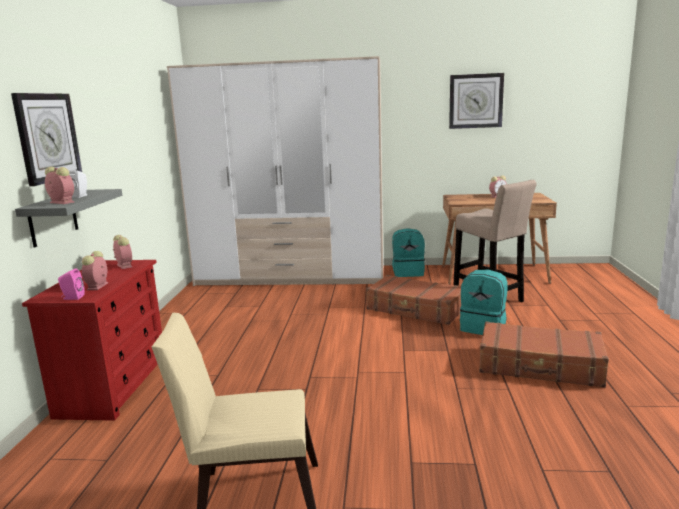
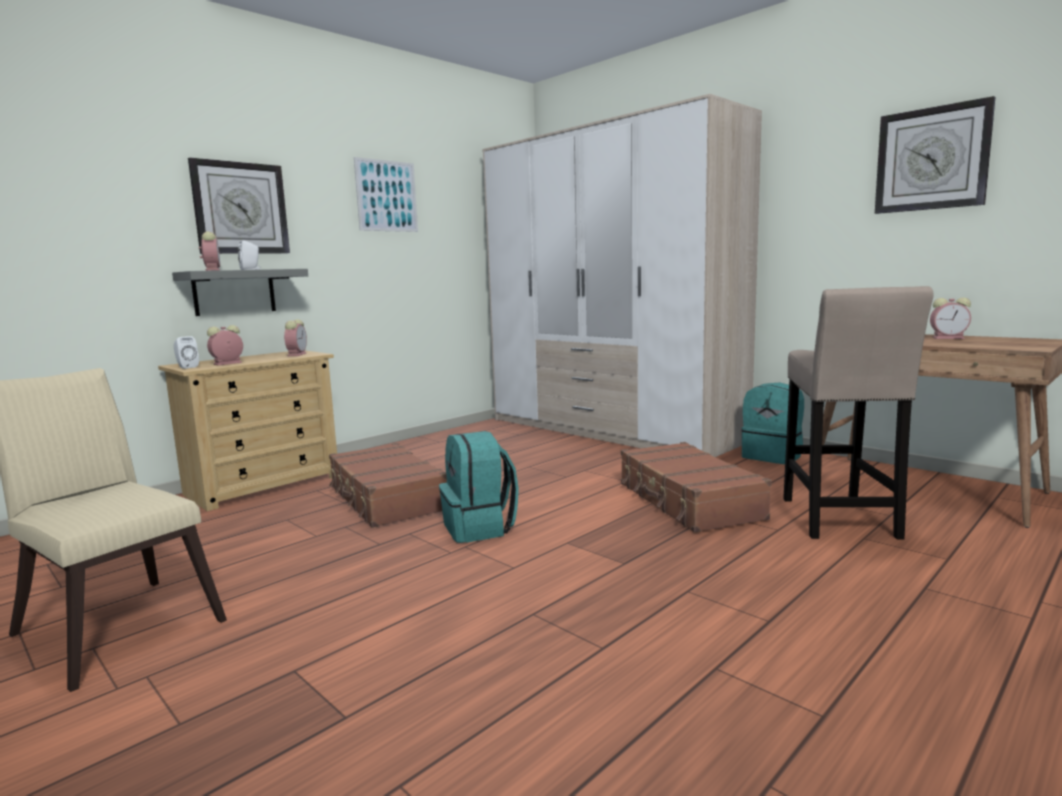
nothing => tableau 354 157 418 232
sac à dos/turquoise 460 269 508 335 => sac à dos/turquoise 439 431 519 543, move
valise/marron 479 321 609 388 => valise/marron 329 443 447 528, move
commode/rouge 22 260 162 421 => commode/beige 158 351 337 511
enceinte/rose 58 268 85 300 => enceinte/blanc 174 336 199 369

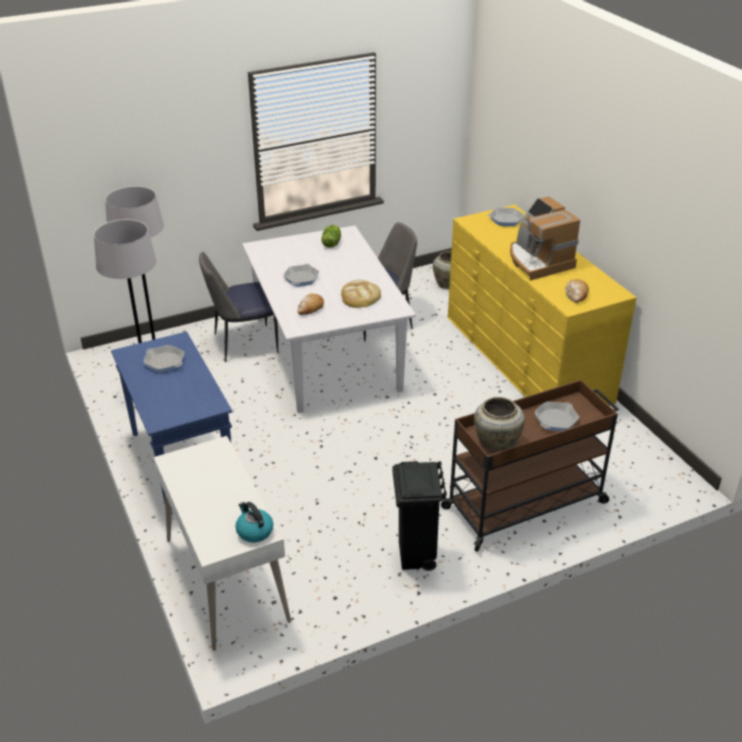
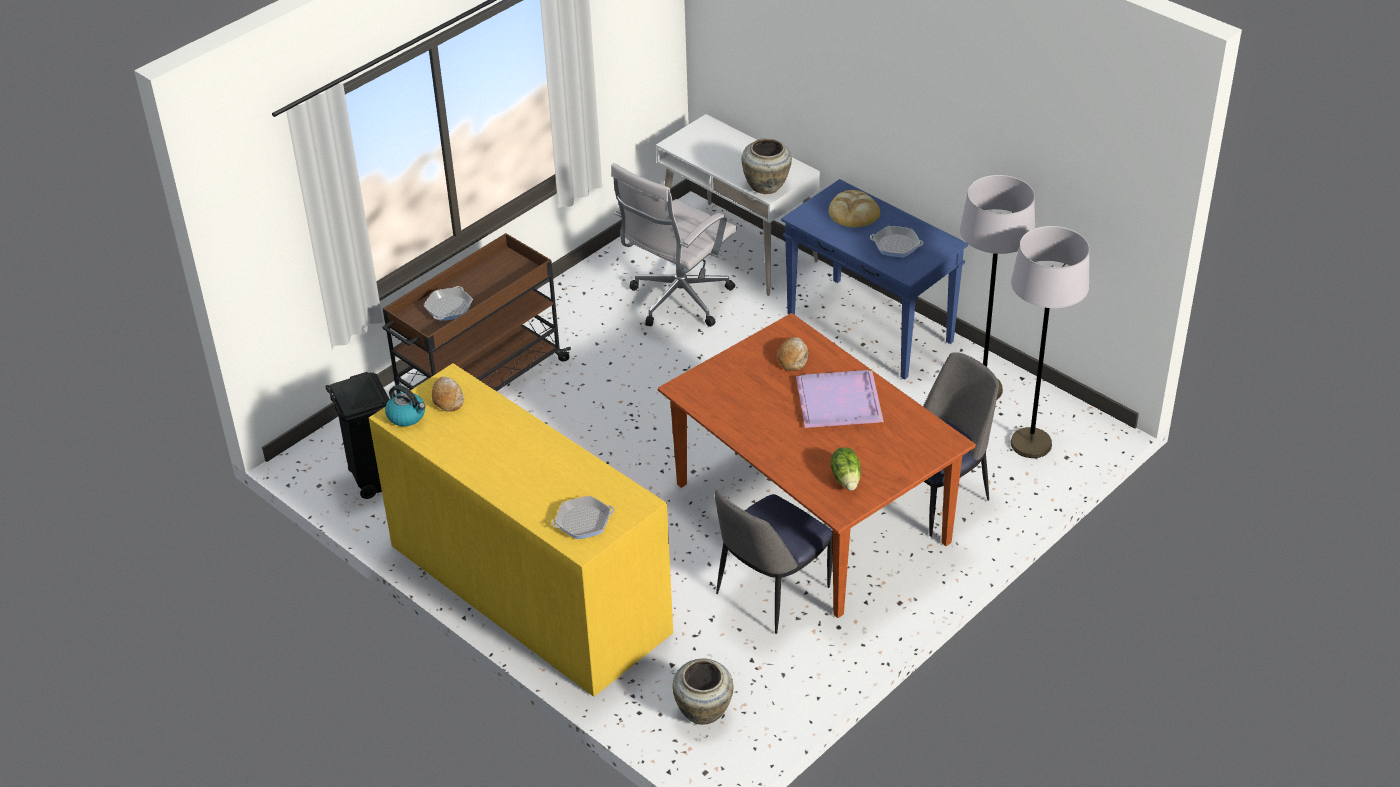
machine à café 510 196 580 280 => nothing
nothing => chaise de bureau/blanc 611 163 737 327
bouilloire 235 502 273 542 => bouilloire 385 385 425 426, move
pain 341 280 381 308 => pain 829 190 880 228, move
poubelle/noir 392 461 447 571 => poubelle/noir 325 372 389 499, move
vase/beige 474 397 525 454 => vase/beige 742 139 792 194, move
poêle 283 264 319 286 => plateau/violet 796 370 884 428
table à manger/blanc 242 226 416 413 => table à manger/marron 658 313 976 618

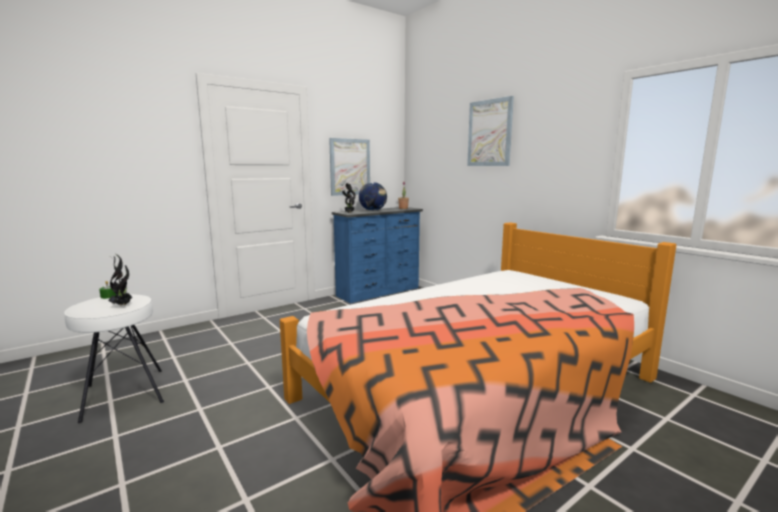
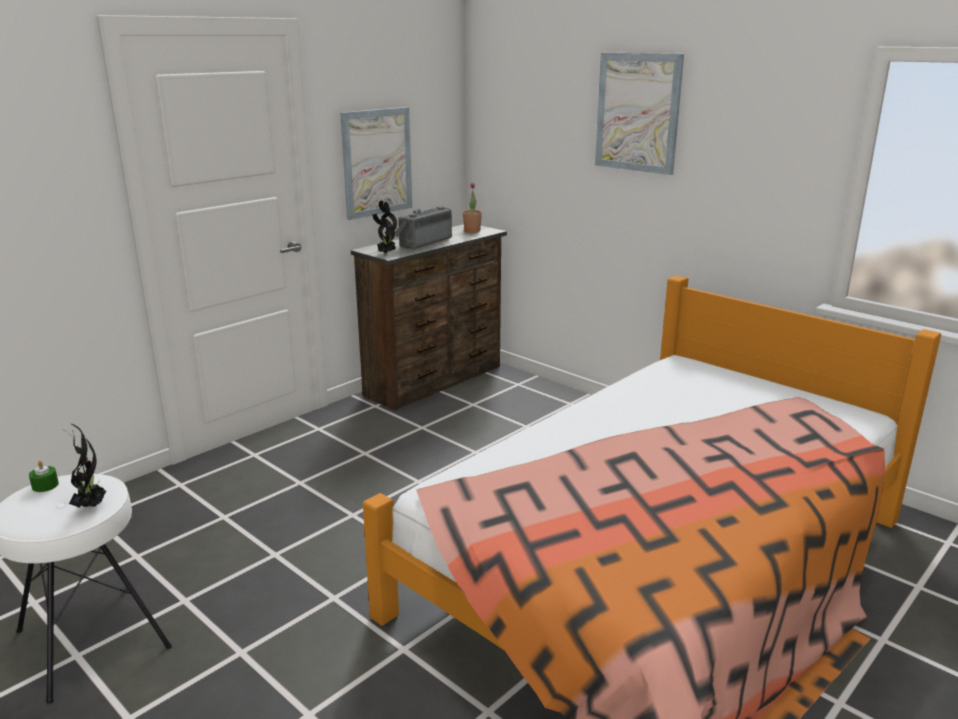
globe 359 182 387 211 => radio 395 206 452 249
commode/bleu 332 207 423 303 => commode/marron 351 224 507 411

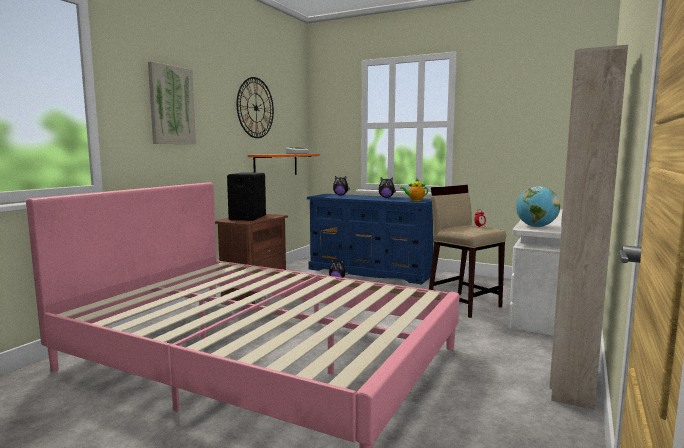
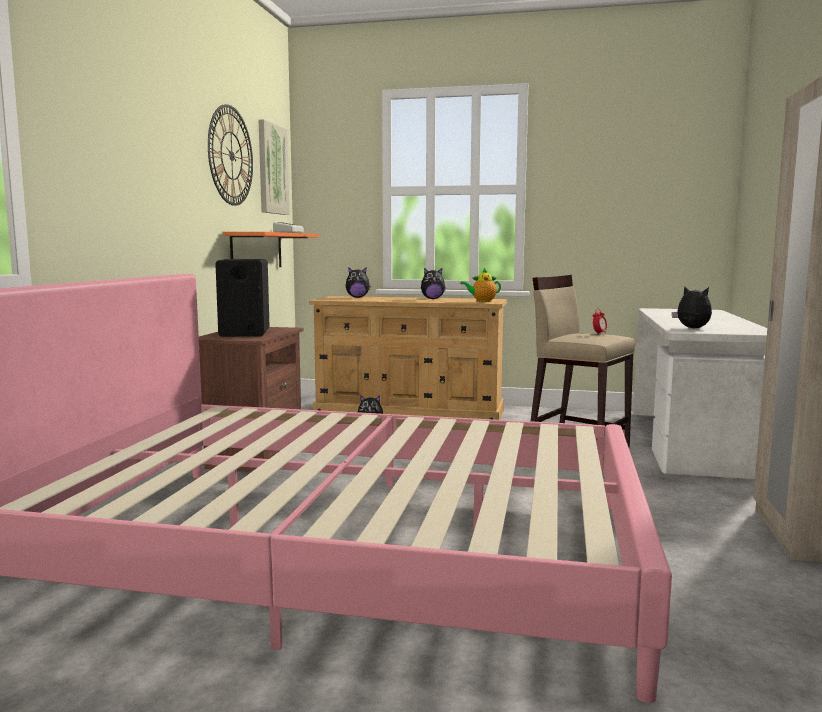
tableau 148 61 196 144 => tableau 258 119 290 215, move
globe 516 186 560 227 => peluche 672 286 712 328
commode/bleu 307 194 433 284 => commode/beige 309 296 507 420

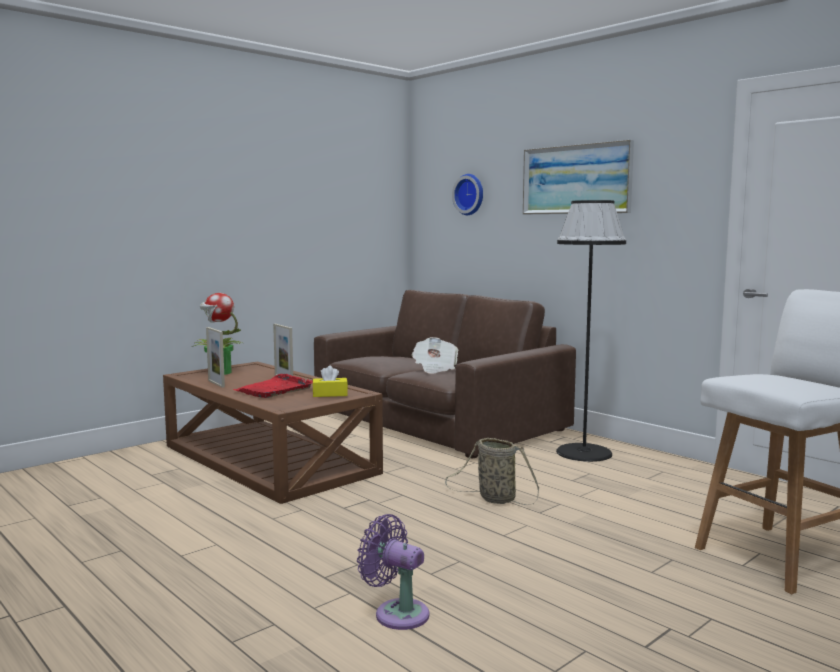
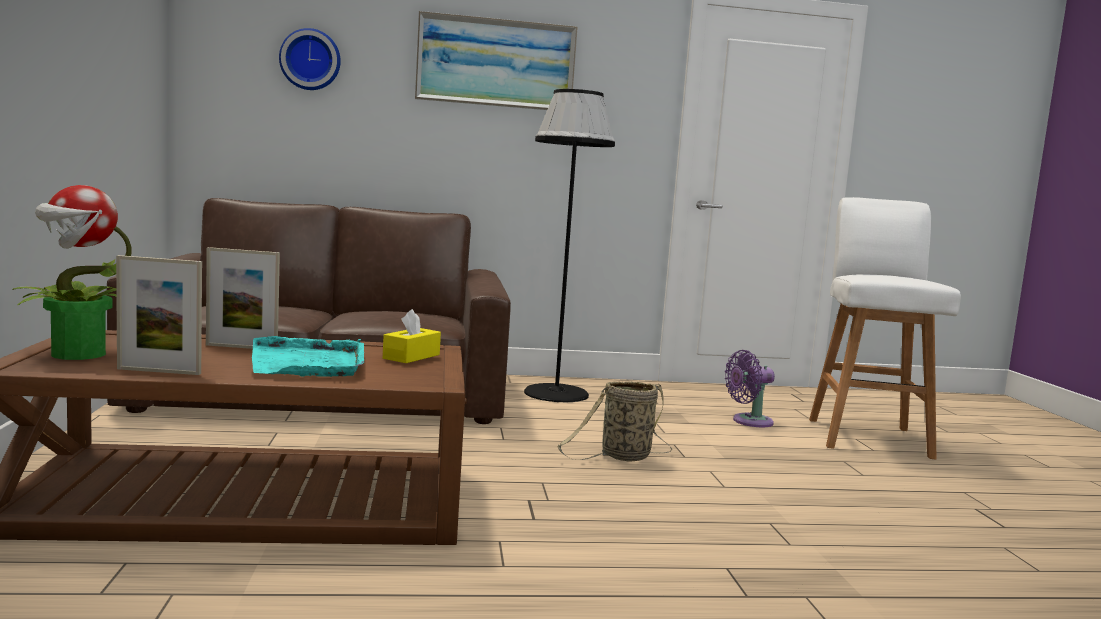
journal 411 337 459 374 => nothing
ventilateur/violet 357 514 429 630 => ventilateur/violet 725 350 775 427, move
plateau/rouge 233 374 313 398 => plateau/turquoise 252 336 364 377

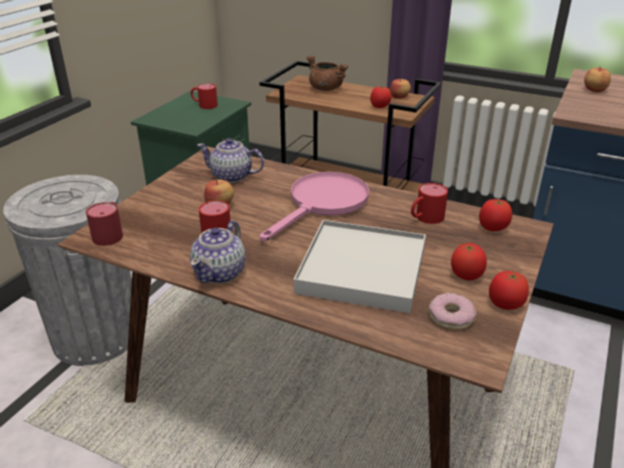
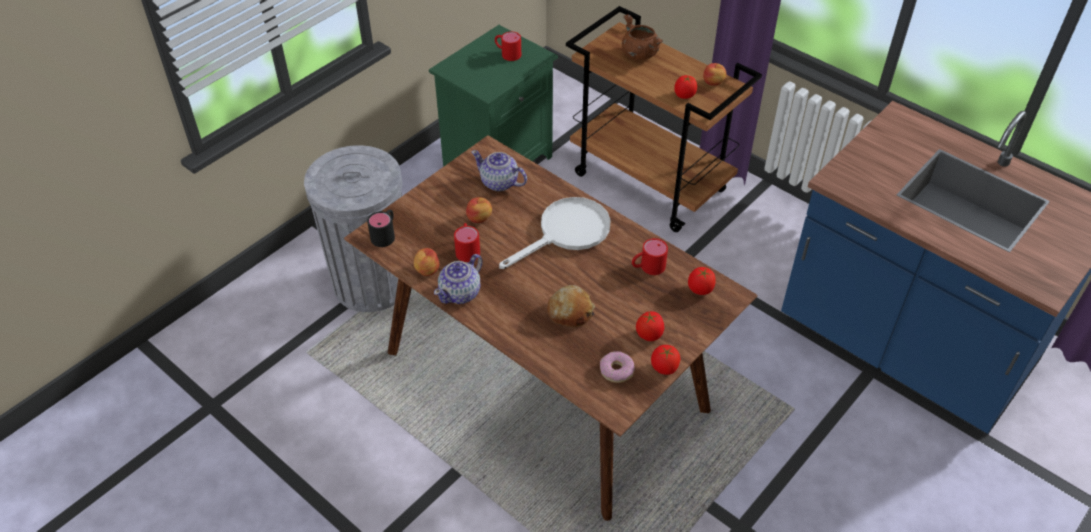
pomme 584 66 611 92 => pomme 414 248 439 276, move
plateau/blanc 294 220 426 313 => pain 547 285 595 327
mug/rouge 86 202 123 246 => mug/noir 367 210 395 247
poêle/rose 260 172 369 241 => poêle/blanc 499 197 611 269

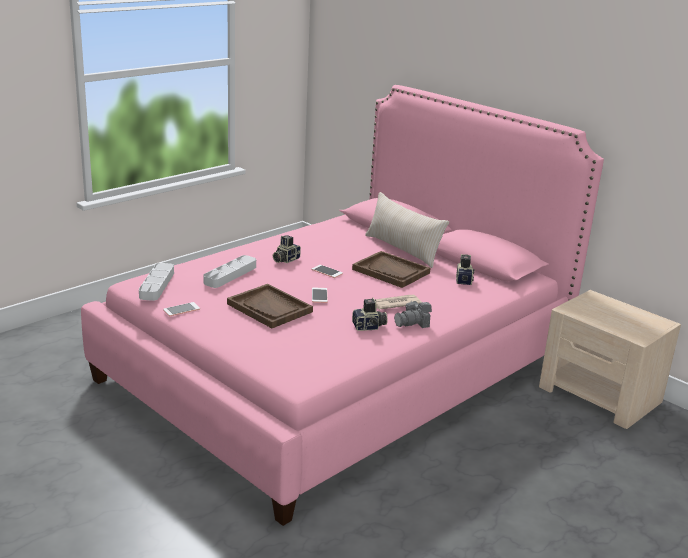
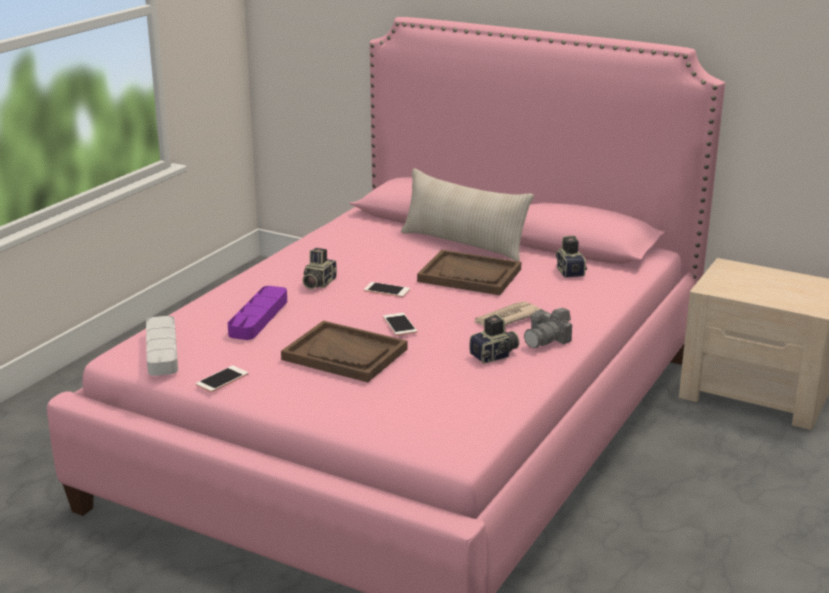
plateau/gris 203 255 256 288 => plateau/violet 228 286 287 340

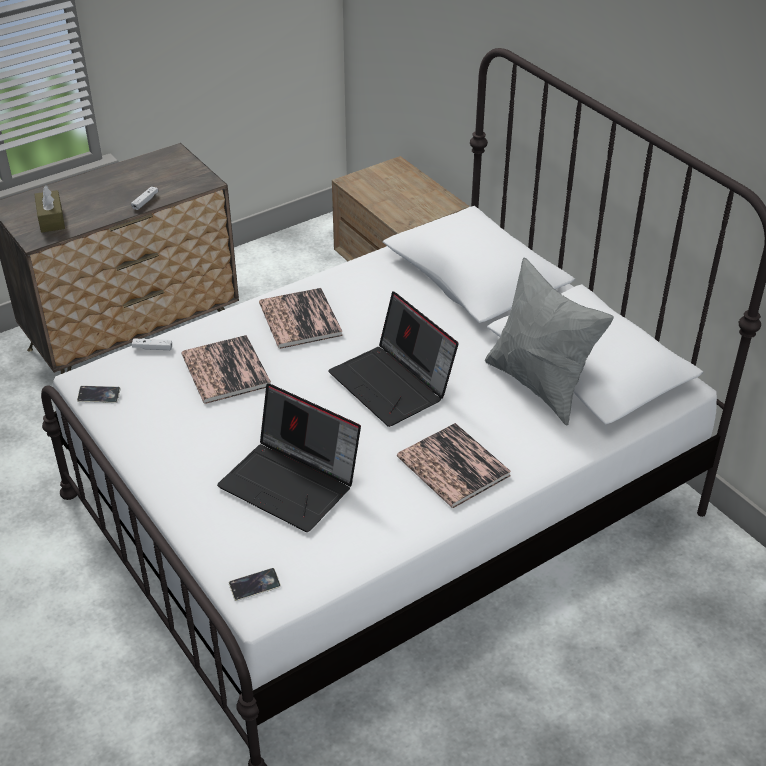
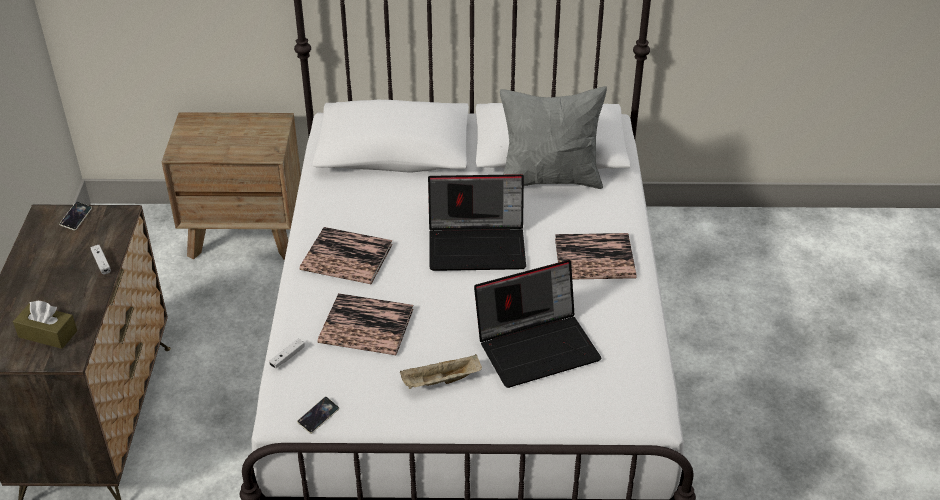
nothing => plateau/beige 400 354 482 389
téléphone 229 568 281 601 => téléphone 59 202 92 230, move

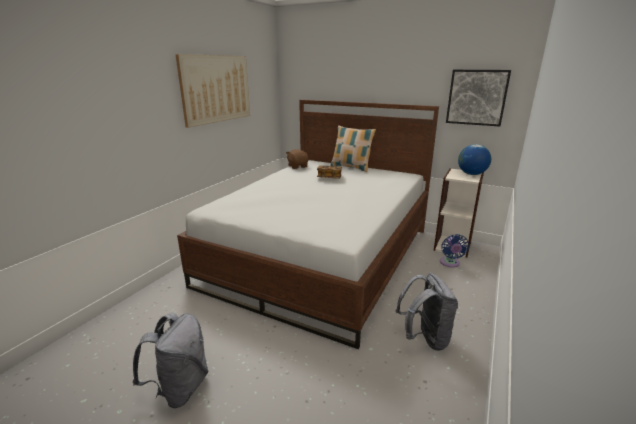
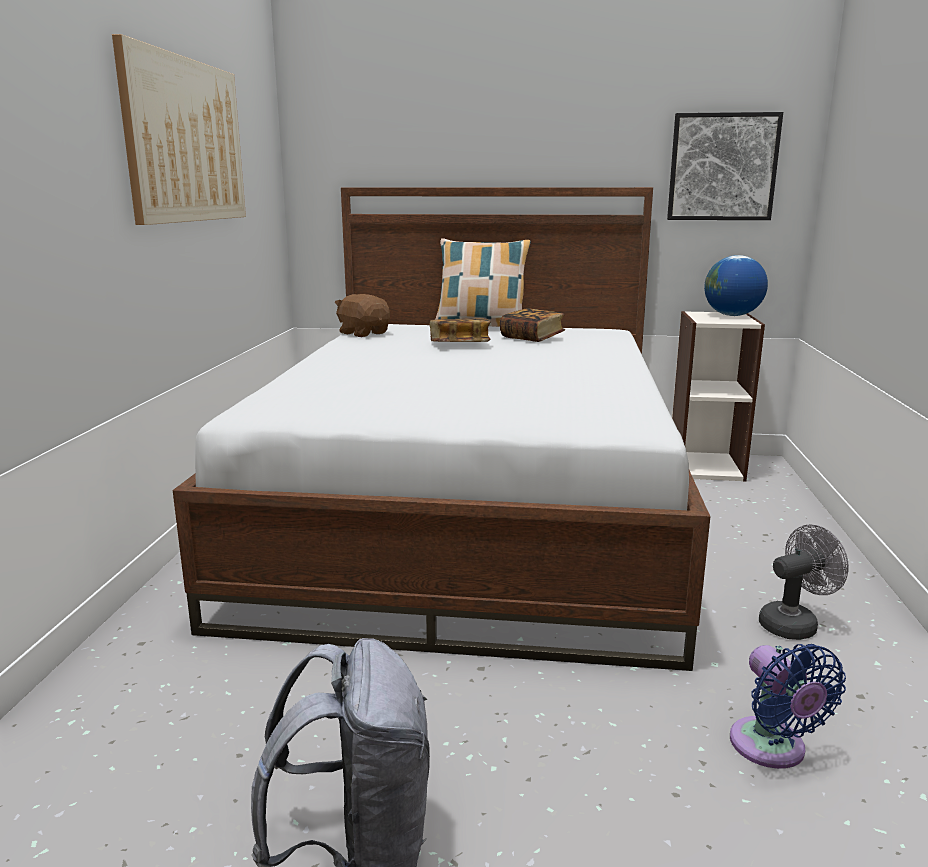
nothing => livre 500 308 565 342
ventilateur/bleu 440 234 469 267 => ventilateur/bleu 730 644 846 769, move
sac à dos/gris 396 273 458 351 => ventilateur/gris 759 525 849 640

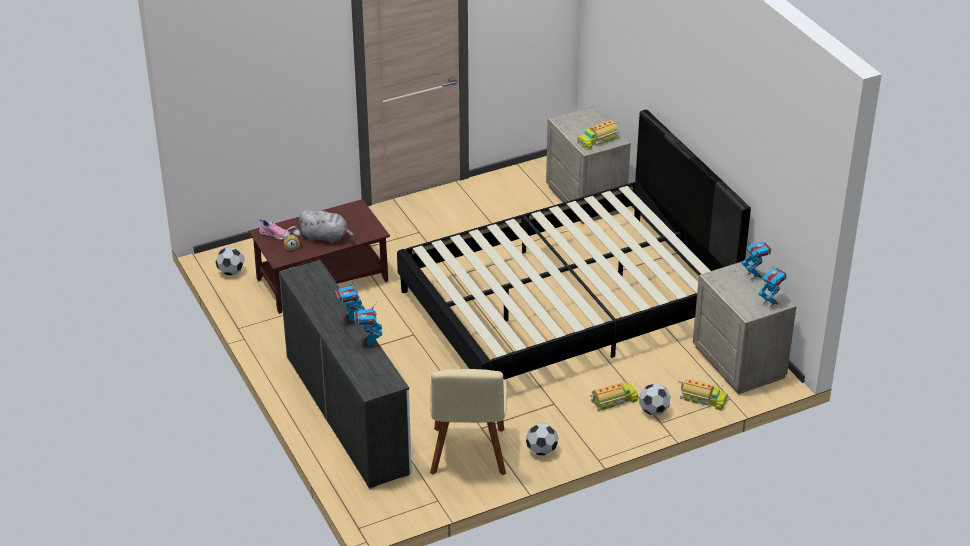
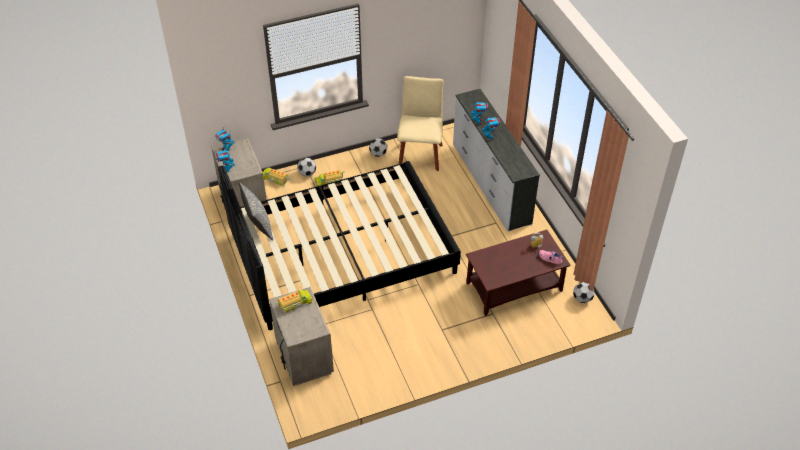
peluche/gris 298 210 354 244 => nothing
nothing => coussin/gris 239 182 273 241

